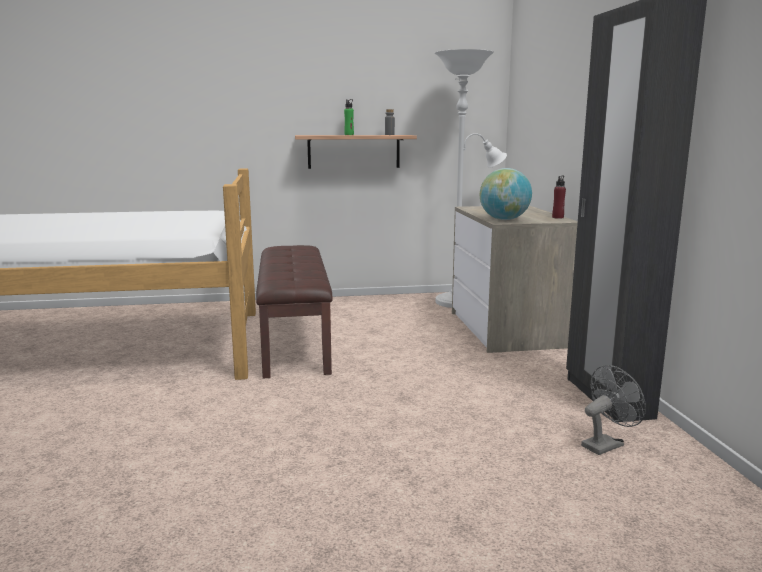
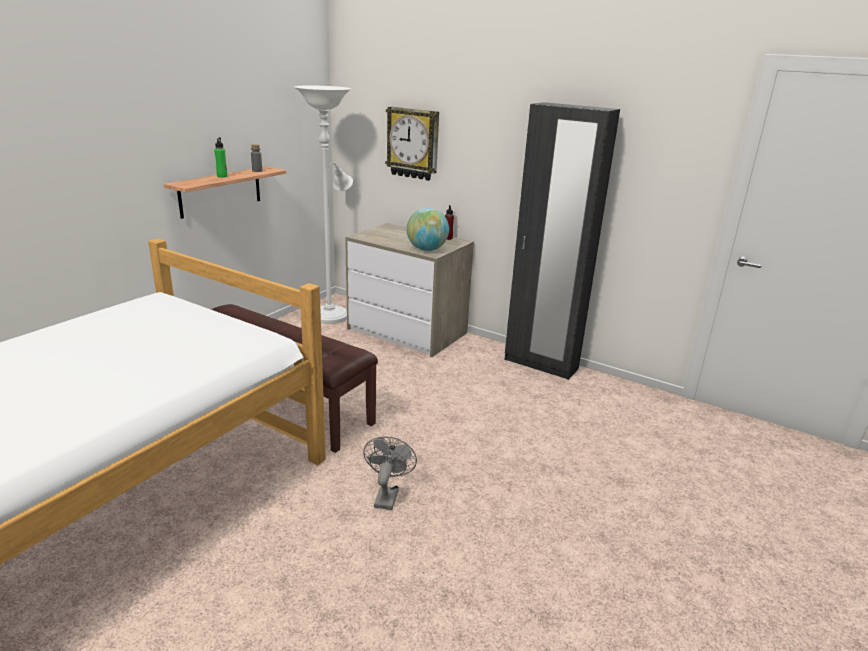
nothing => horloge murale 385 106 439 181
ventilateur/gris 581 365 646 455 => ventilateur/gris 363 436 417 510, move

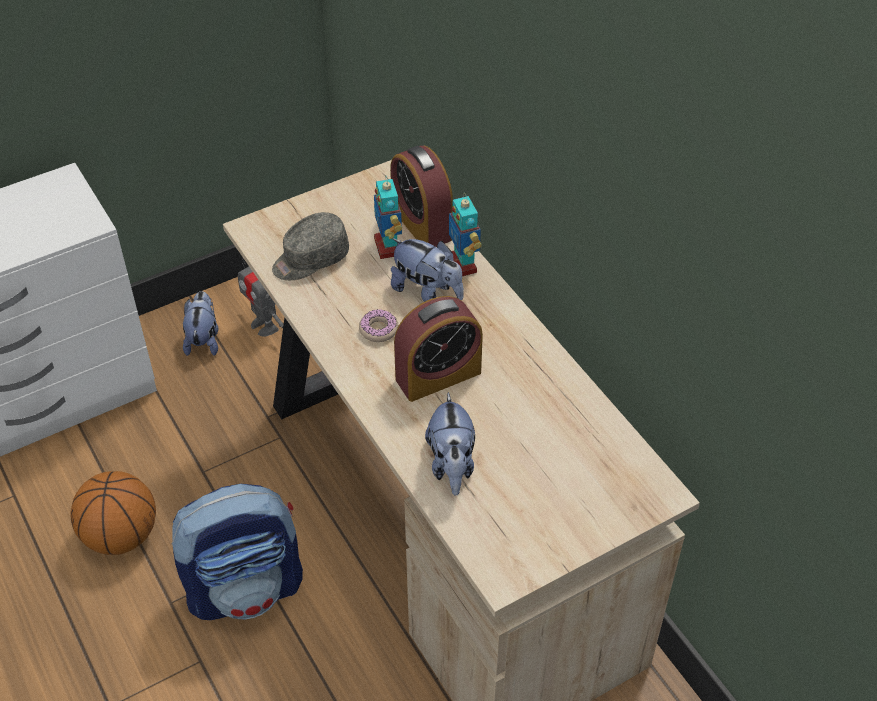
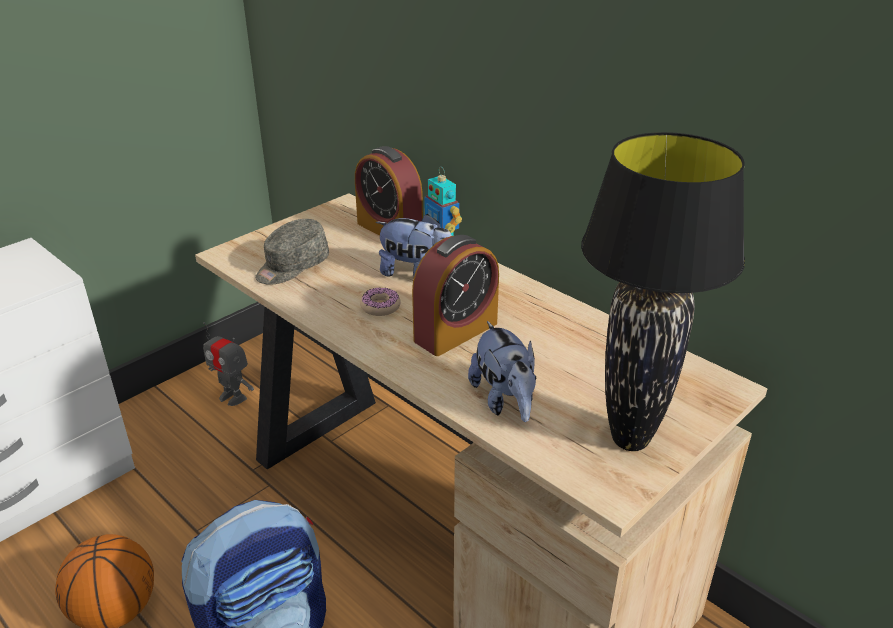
peluche 183 291 218 356 => nothing
robot jouet 374 175 402 259 => nothing
nothing => lampe de table/noir 581 132 745 451

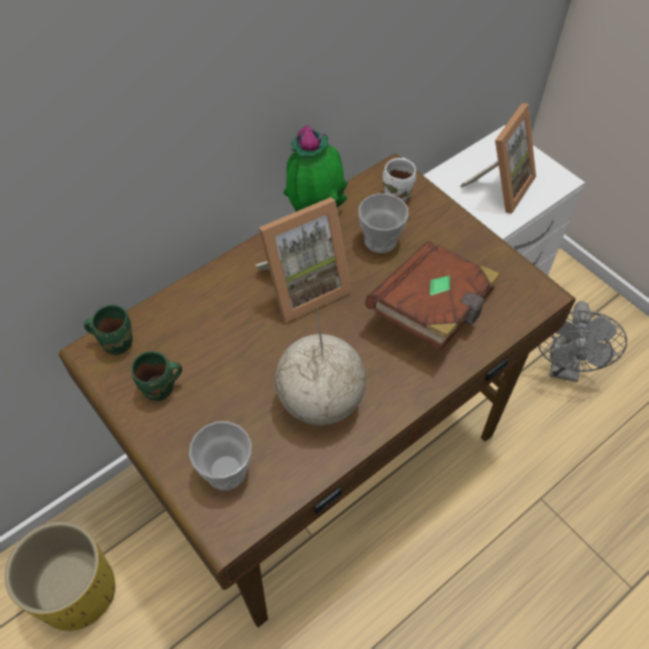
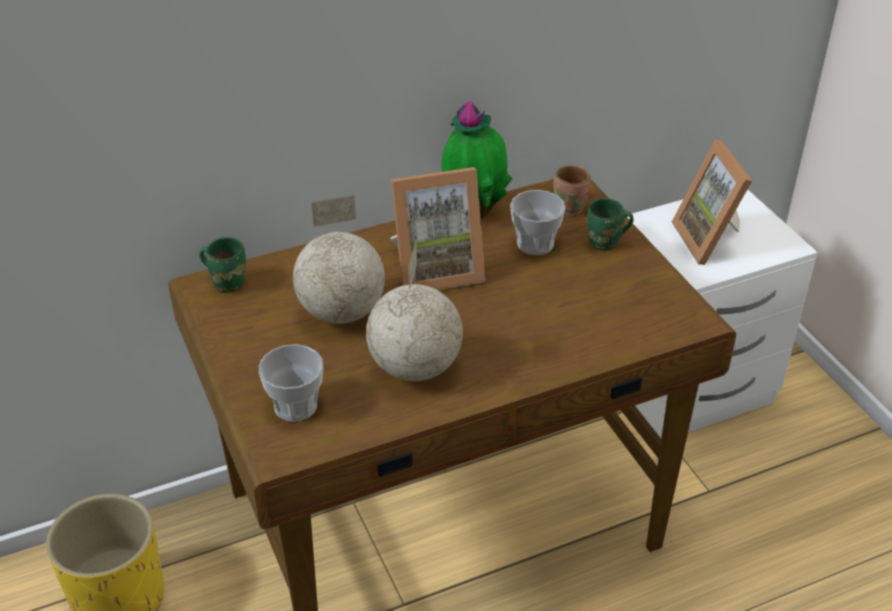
livre/marron 365 241 500 350 => nothing
ventilateur/gris 538 301 627 382 => nothing
nothing => globe 293 195 385 324
mug/vert 131 351 182 401 => mug/vert 587 198 634 251, move
mug/blanc 383 158 416 202 => mug/marron 553 165 591 215
cadre photo 460 103 536 214 => cadre photo 672 139 752 265, 120 degrees clockwise

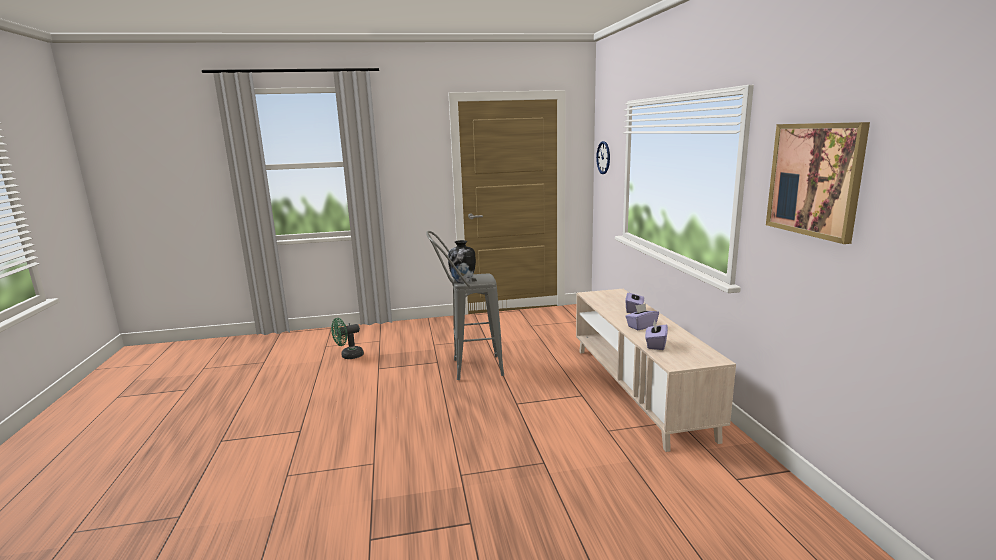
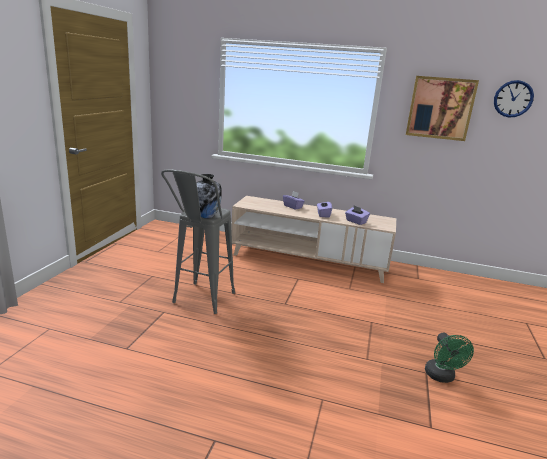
ventilateur/vert 331 318 364 359 => ventilateur/vert 425 333 474 383, move
horloge murale 596 141 610 174 => horloge murale 494 80 534 117, move

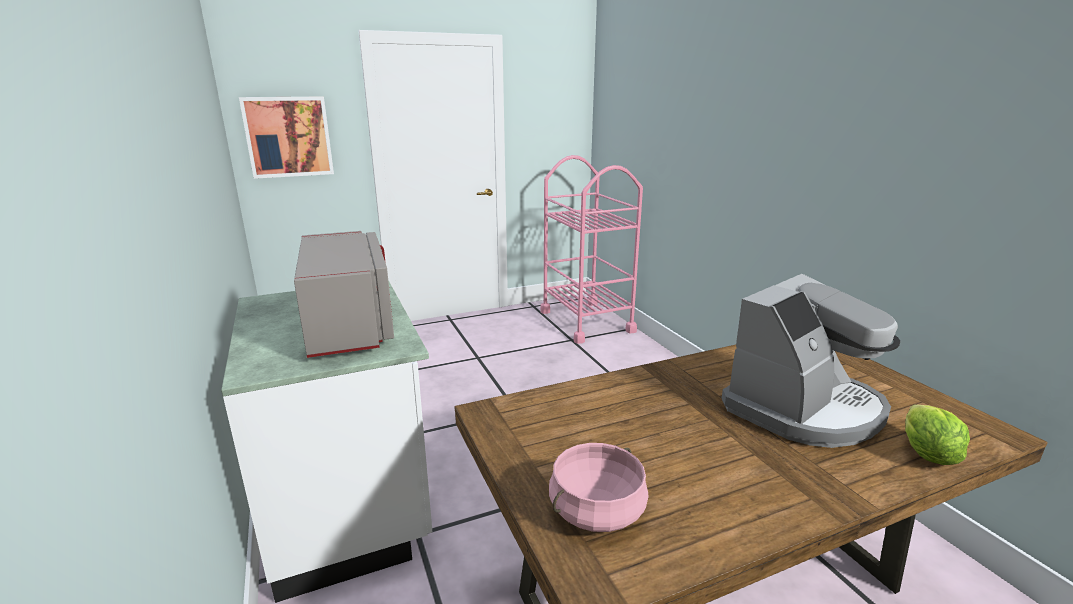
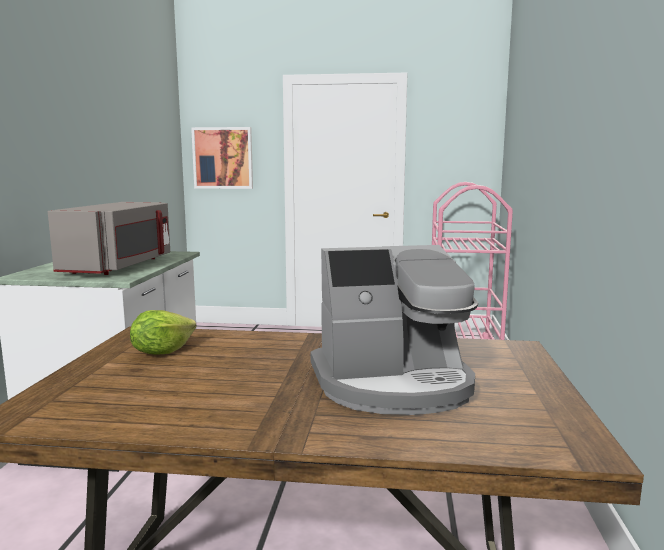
marmite/rose 549 443 648 532 => nothing
laitue 905 404 970 465 => laitue 130 310 196 354, move

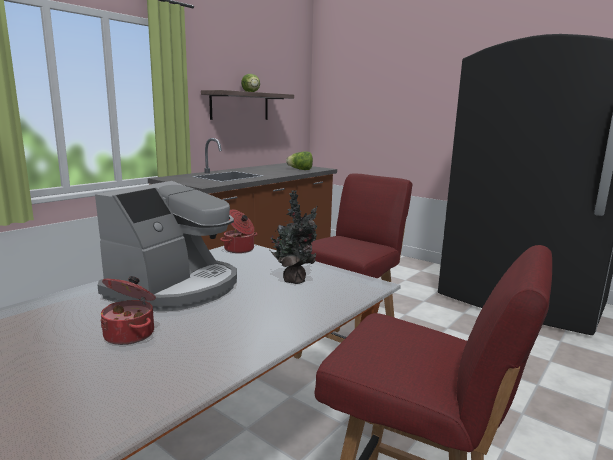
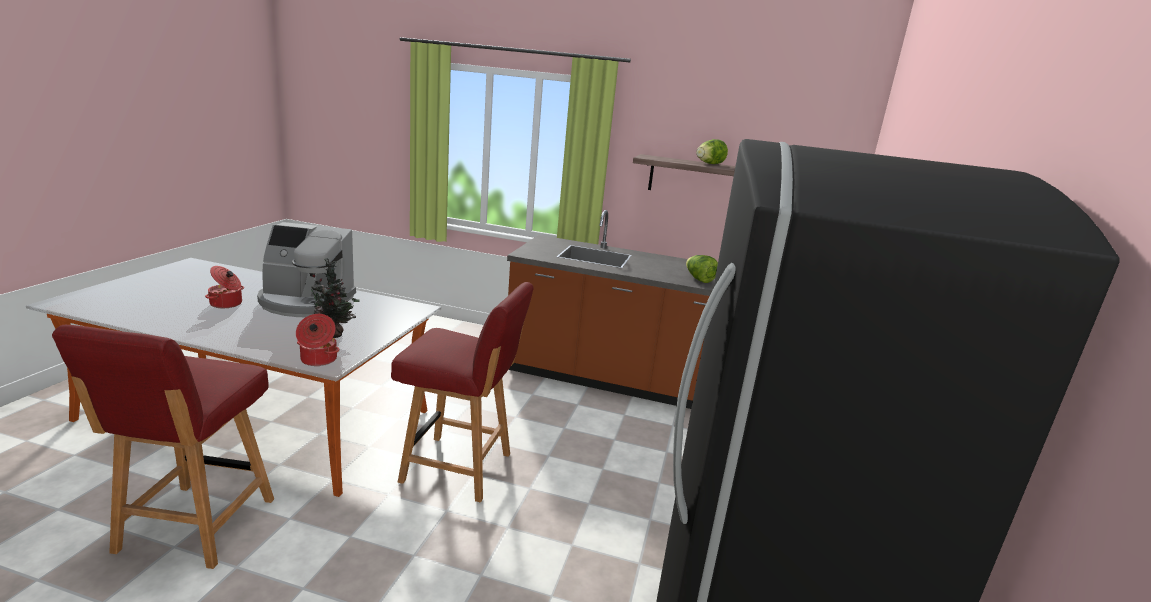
marmite 220 209 257 253 => marmite 296 314 339 366, move

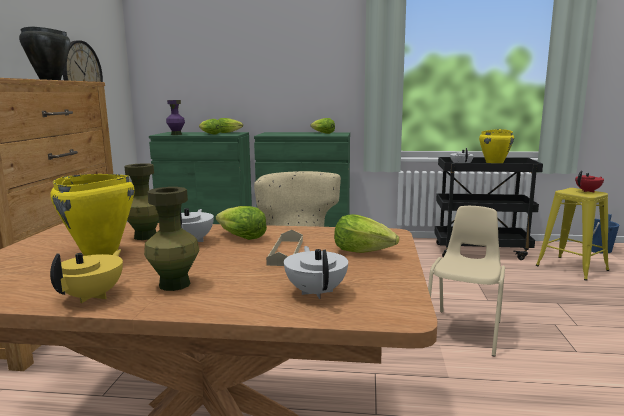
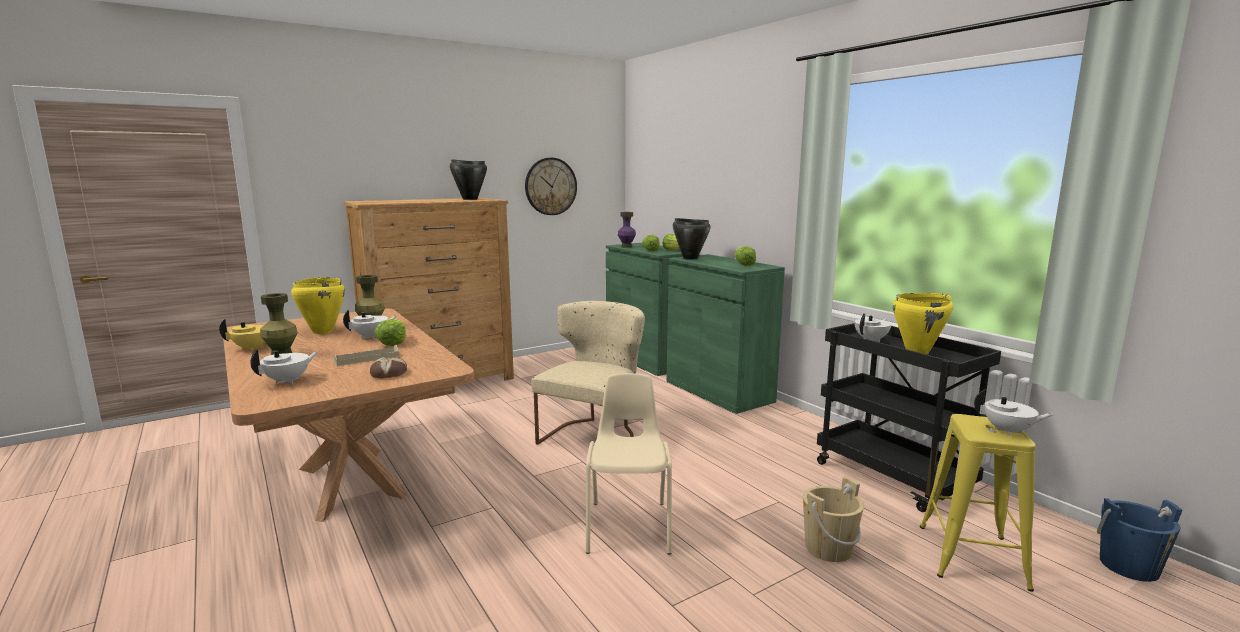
nothing => marmite/noir 673 218 711 260
nothing => seau/beige 803 477 864 562
laitue 334 214 399 253 => pain 370 357 407 378
théière/rouge 575 170 604 192 => théière/blanc 974 389 1054 436
chaise/beige 428 206 505 357 => chaise/beige 586 373 672 554, 75 degrees counterclockwise

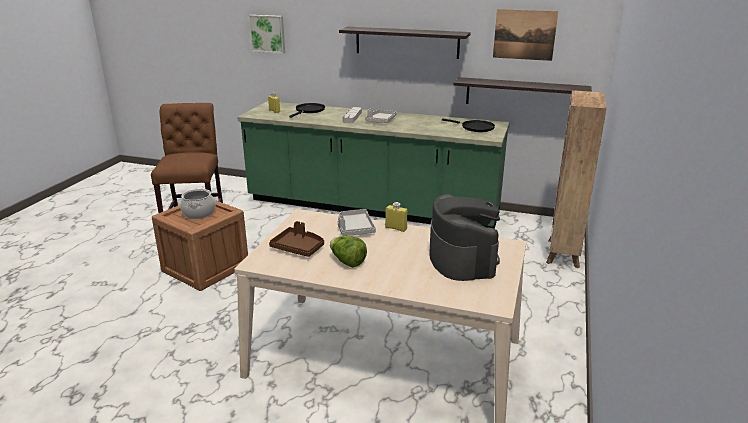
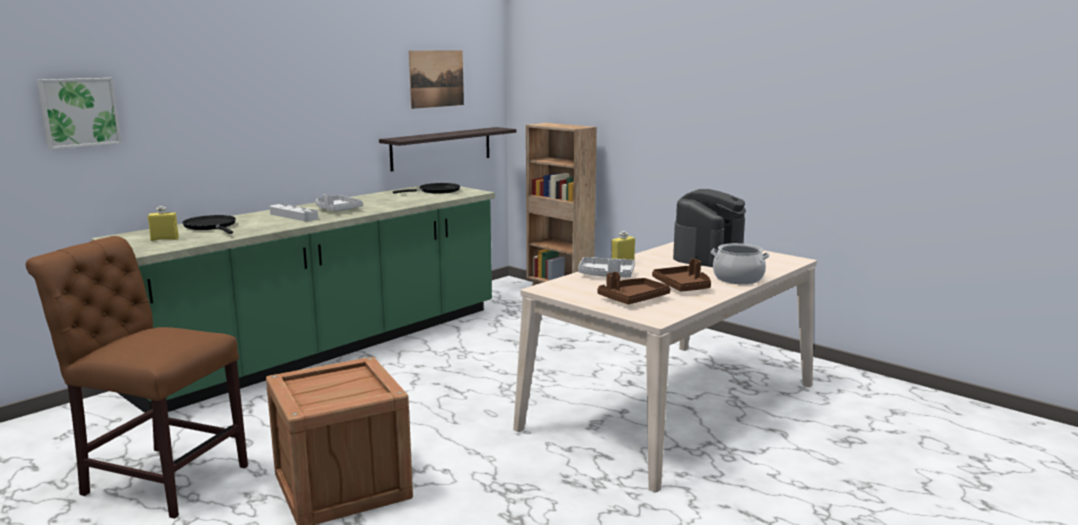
étagère 339 27 471 59 => nothing
marmite 180 189 215 219 => marmite 711 243 770 284, move
laitue 330 236 367 267 => plateau/marron 652 259 711 291
machine à café 429 194 500 281 => machine à café 673 189 746 267, 105 degrees clockwise

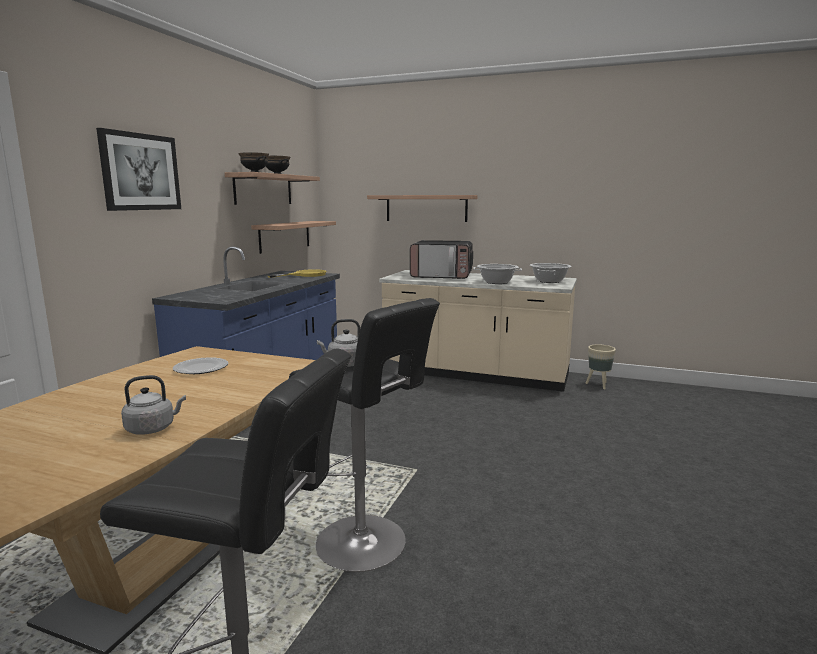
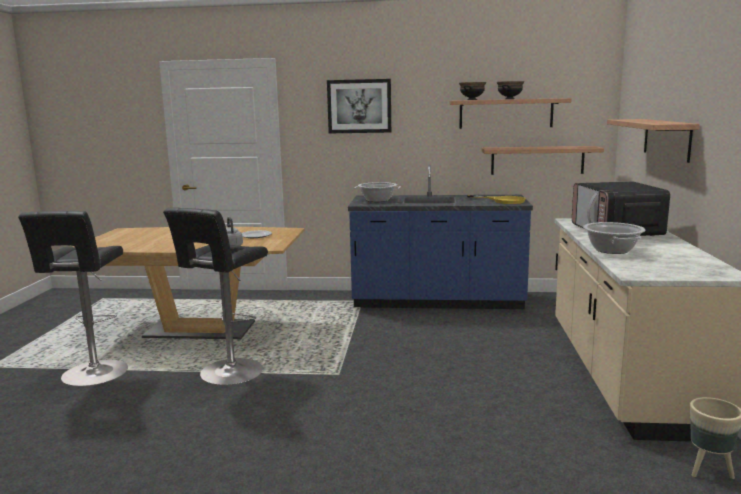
bouilloire/gris 121 375 186 435 => nothing
marmite 530 263 572 283 => marmite 354 182 401 202, move

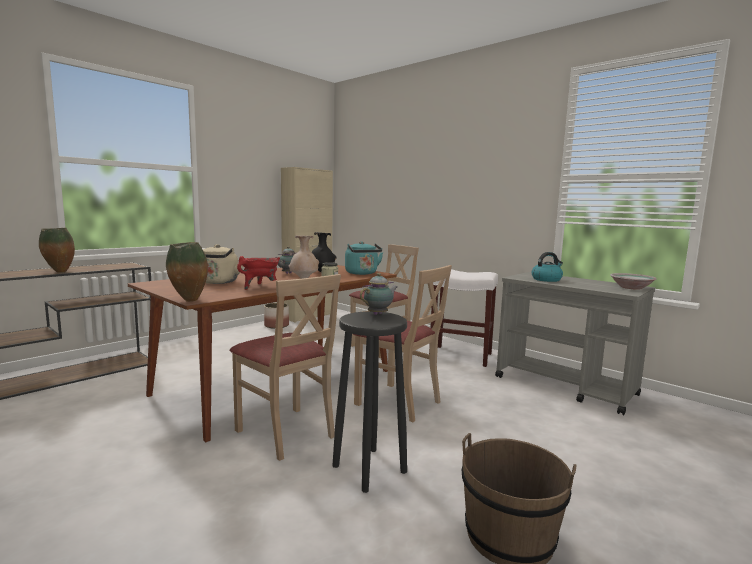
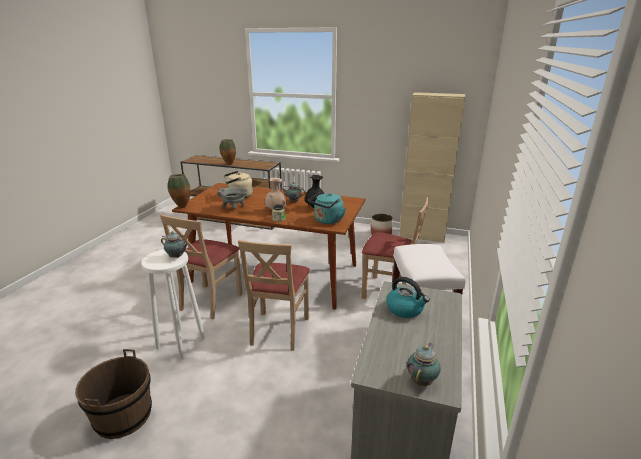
bol 610 273 657 290 => théière 407 342 440 386
marmite/rouge 237 256 280 290 => marmite/gris 218 187 248 208
tabouret/noir 332 311 407 493 => tabouret/blanc 141 249 205 359

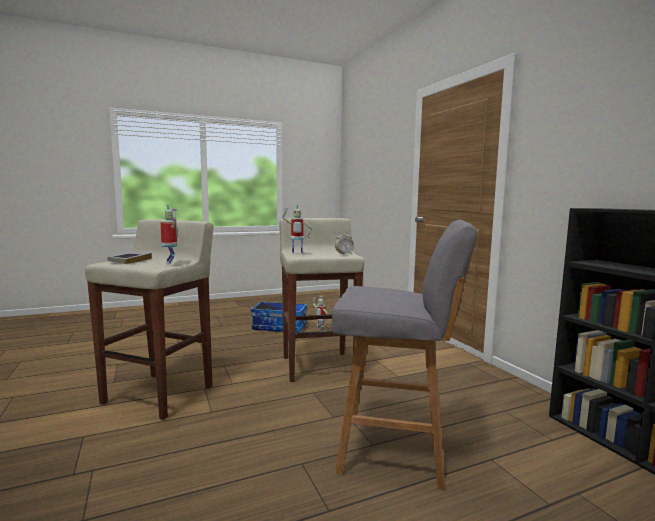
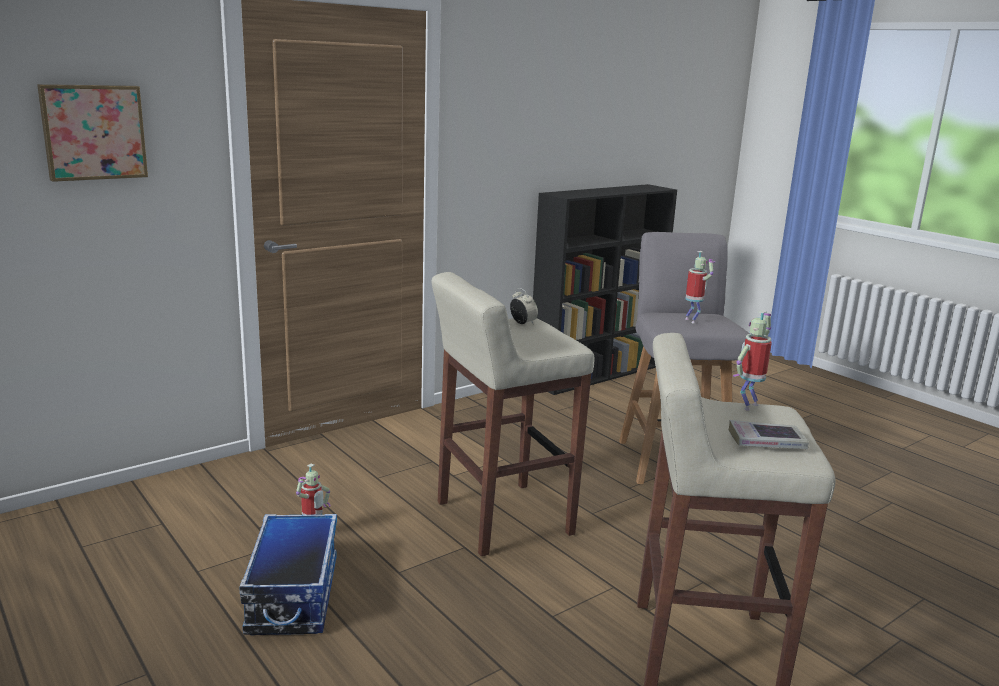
nothing => tableau 37 84 148 182
robot jouet 282 205 312 255 => robot jouet 685 251 716 324, move

